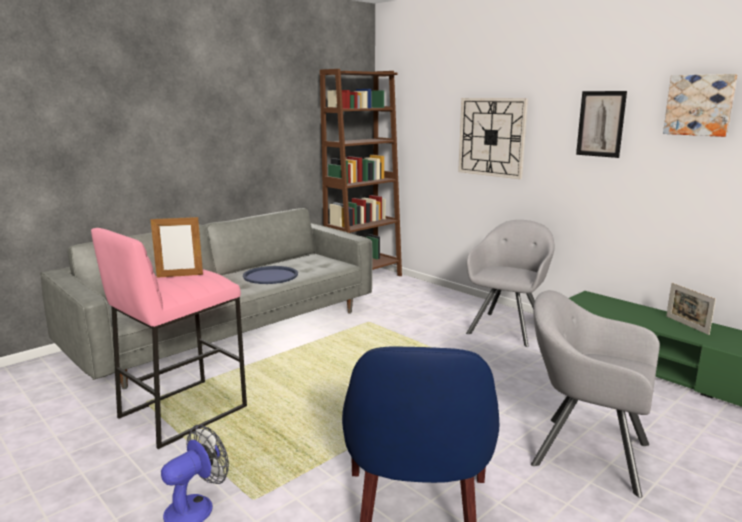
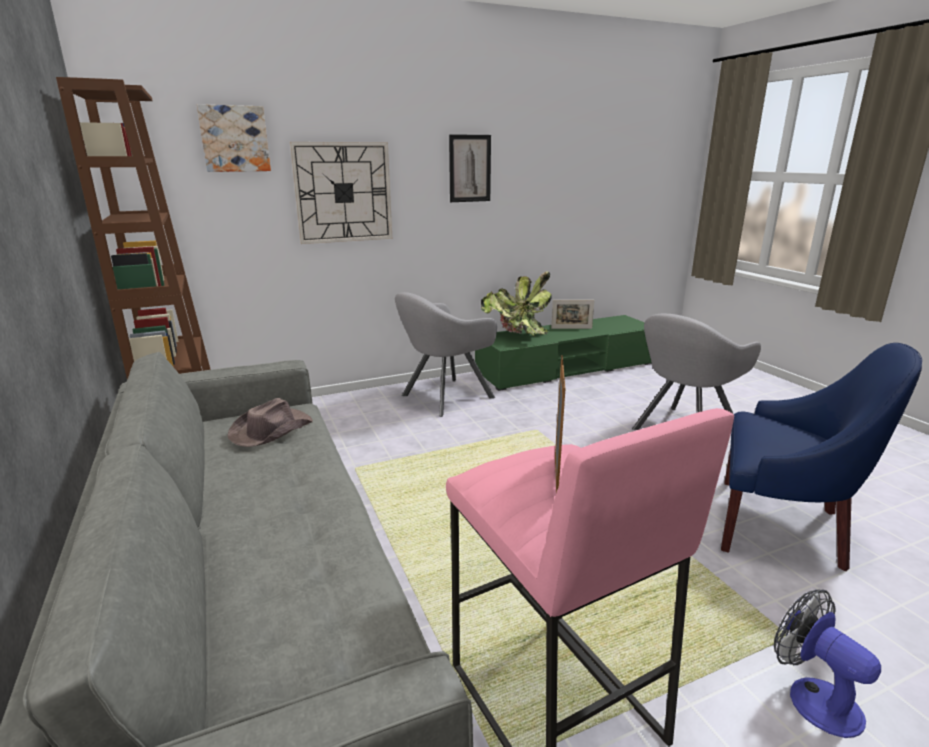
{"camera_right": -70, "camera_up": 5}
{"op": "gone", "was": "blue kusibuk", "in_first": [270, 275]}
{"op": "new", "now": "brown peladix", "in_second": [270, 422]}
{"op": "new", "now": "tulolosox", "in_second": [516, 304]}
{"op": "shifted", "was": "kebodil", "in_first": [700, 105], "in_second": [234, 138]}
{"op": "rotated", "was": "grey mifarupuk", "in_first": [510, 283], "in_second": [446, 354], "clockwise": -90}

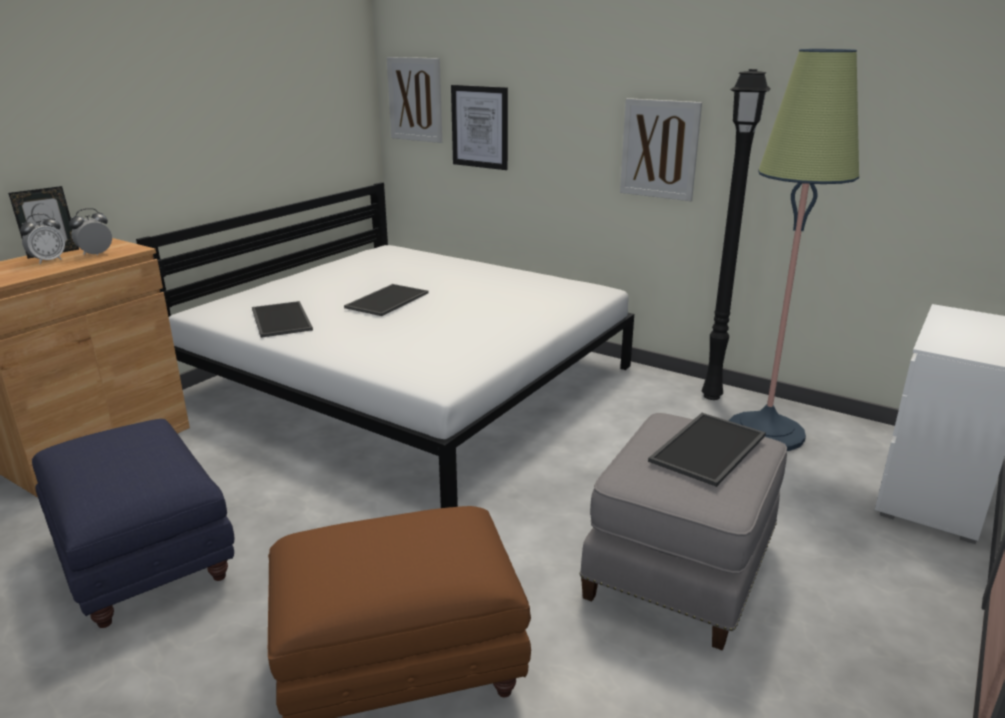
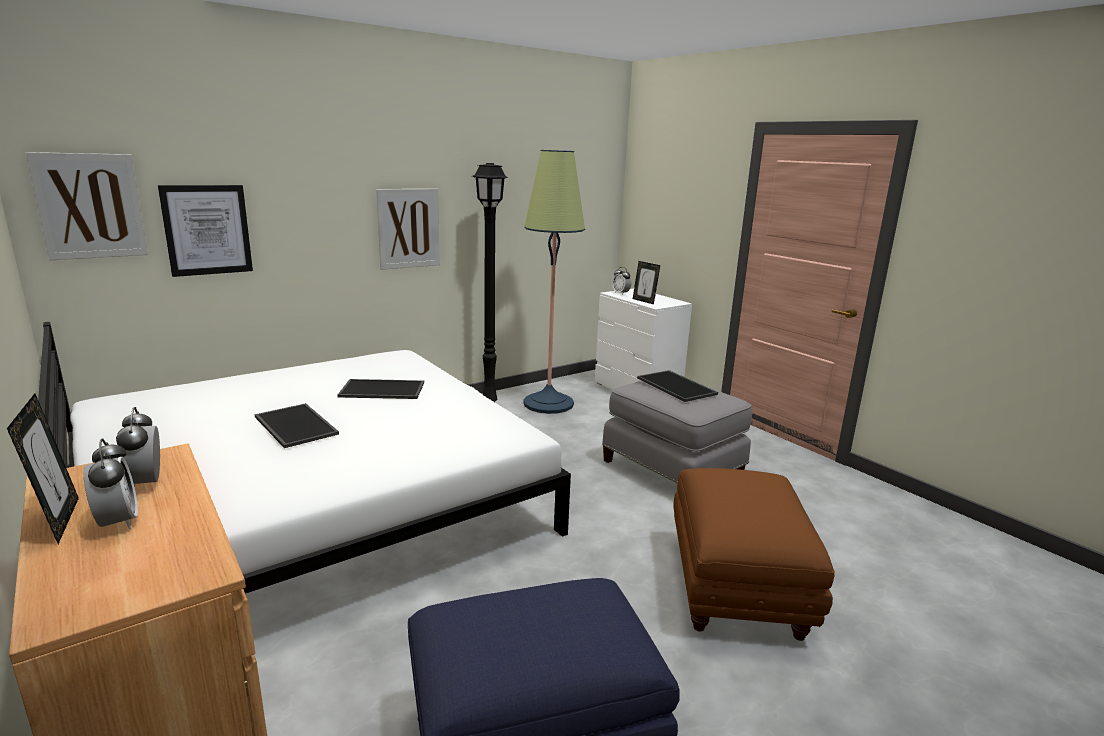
{"camera_right": -70, "camera_up": -5}
{"op": "new", "now": "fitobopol", "in_second": [622, 281]}
{"op": "new", "now": "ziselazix", "in_second": [646, 282]}
{"op": "shifted", "was": "kusibuk", "in_first": [282, 319], "in_second": [380, 389]}

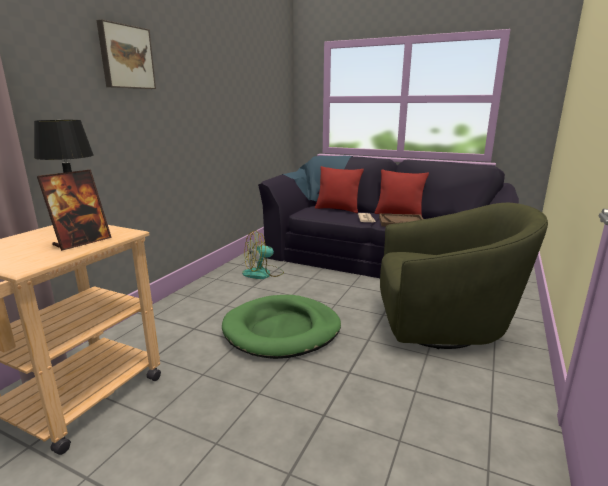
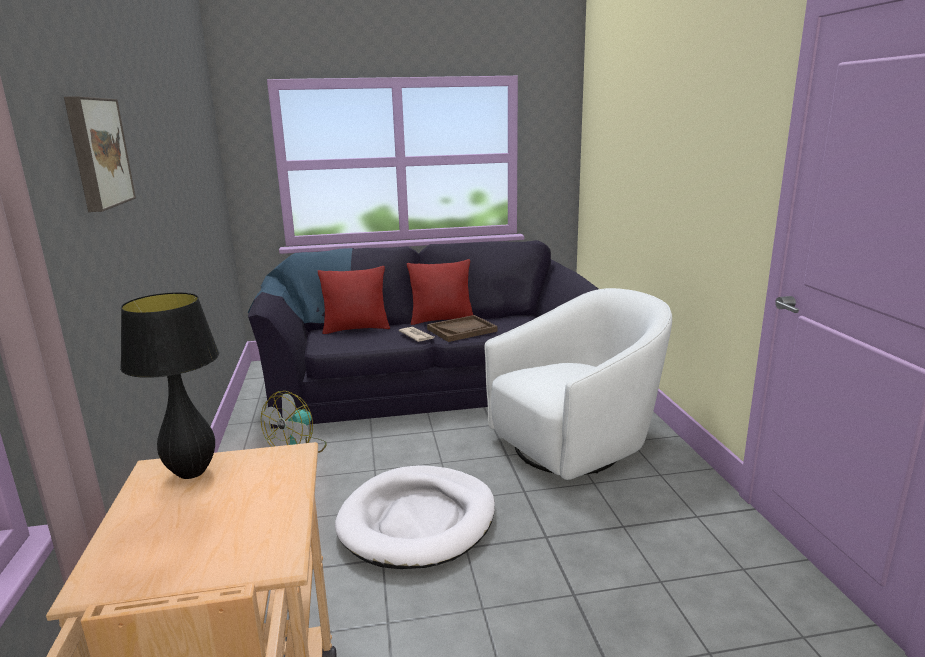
{"camera_right": -35, "camera_up": 0}
{"op": "gone", "was": "ziselazix", "in_first": [74, 210]}
{"op": "repainted", "was": "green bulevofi", "now": "white bulevofi", "in_first": [281, 327], "in_second": [415, 517]}
{"op": "repainted", "was": "green mifarupuk", "now": "white mifarupuk", "in_first": [464, 276], "in_second": [578, 384]}

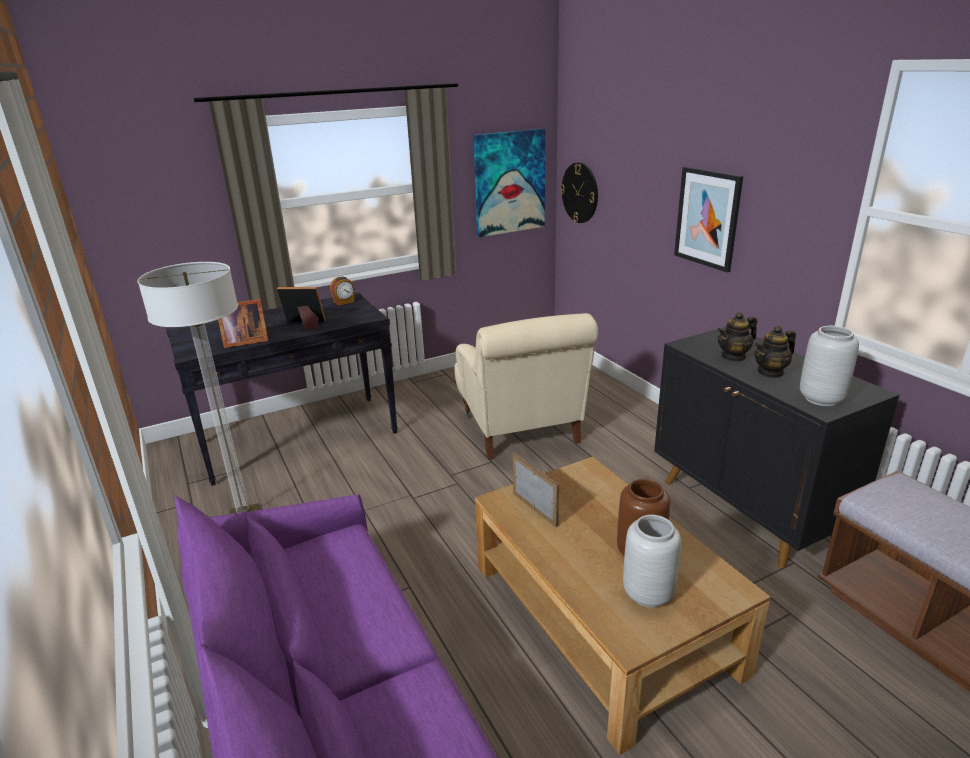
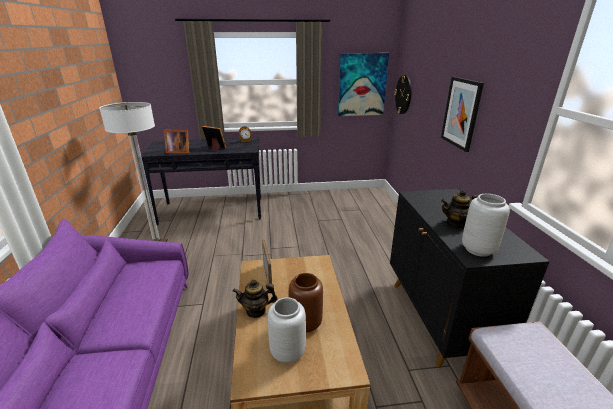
{"camera_right": 20, "camera_up": 0}
{"op": "gone", "was": "beige mifarupuk", "in_first": [526, 386]}
{"op": "shifted", "was": "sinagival", "in_first": [737, 337], "in_second": [255, 298]}

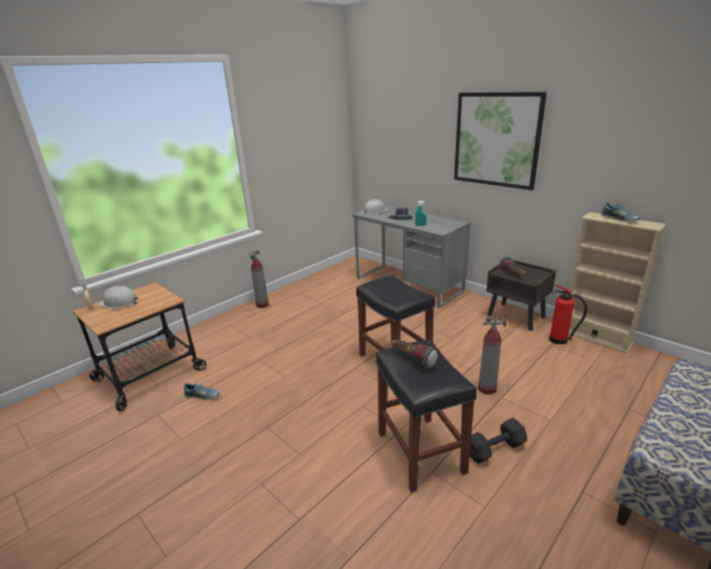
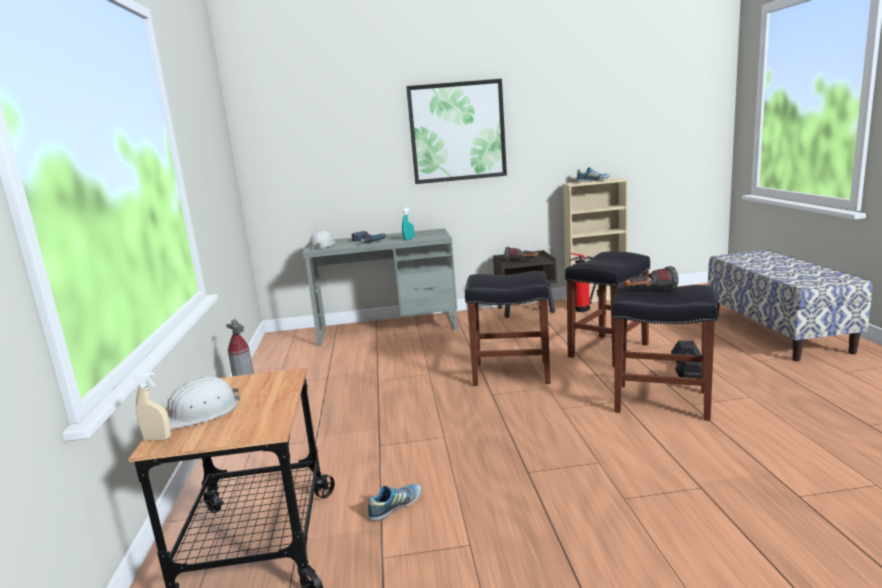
{"camera_right": -50, "camera_up": -10}
{"op": "swapped", "was": "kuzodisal", "now": "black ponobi", "in_first": [492, 355], "in_second": [608, 309]}

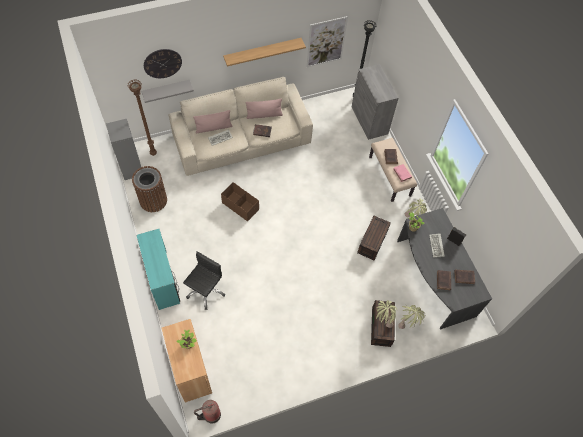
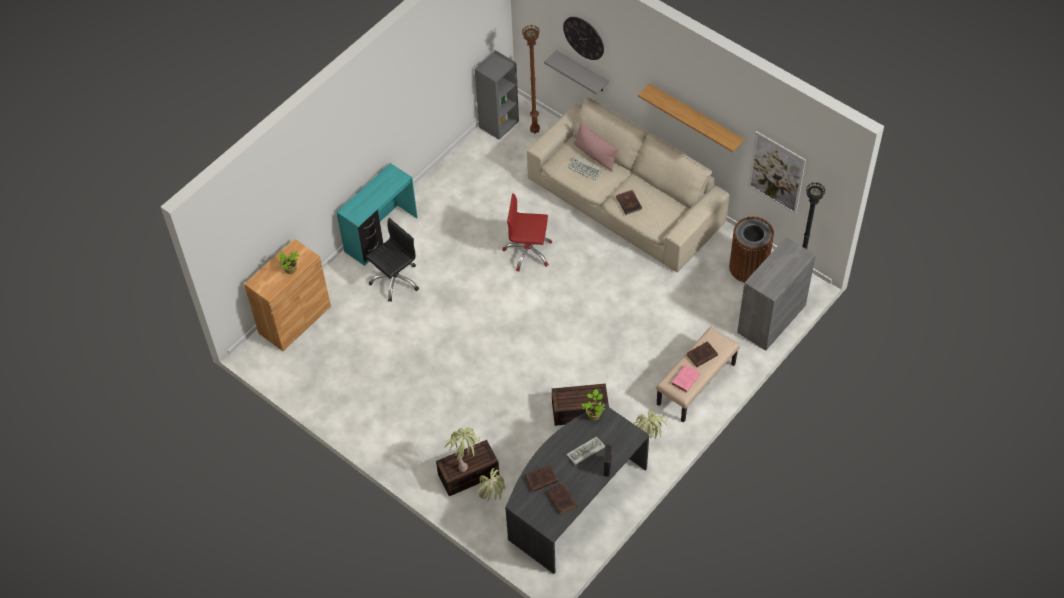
{"camera_right": 65, "camera_up": -5}
{"op": "gone", "was": "kuzodisal", "in_first": [207, 412]}
{"op": "gone", "was": "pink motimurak", "in_first": [264, 108]}
{"op": "shifted", "was": "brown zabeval", "in_first": [149, 189], "in_second": [751, 249]}
{"op": "swapped", "was": "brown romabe", "now": "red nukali", "in_first": [240, 202], "in_second": [527, 232]}
{"op": "rotated", "was": "black nukali", "in_first": [204, 280], "in_second": [392, 260], "clockwise": -45}

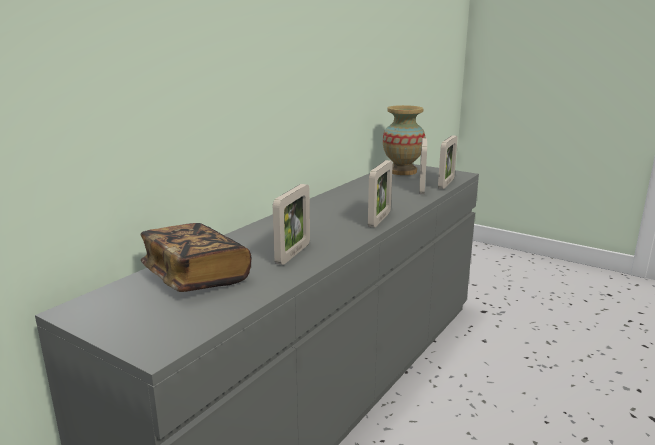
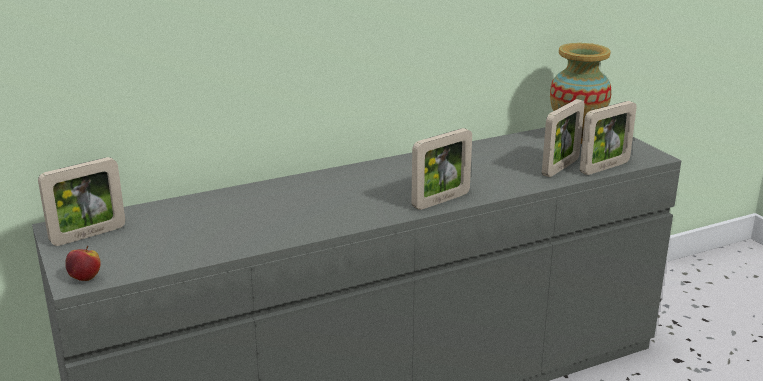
{"camera_right": 30, "camera_up": 5}
{"op": "gone", "was": "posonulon", "in_first": [196, 257]}
{"op": "new", "now": "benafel", "in_second": [83, 263]}
{"op": "shifted", "was": "ziselazix", "in_first": [291, 224], "in_second": [81, 201]}

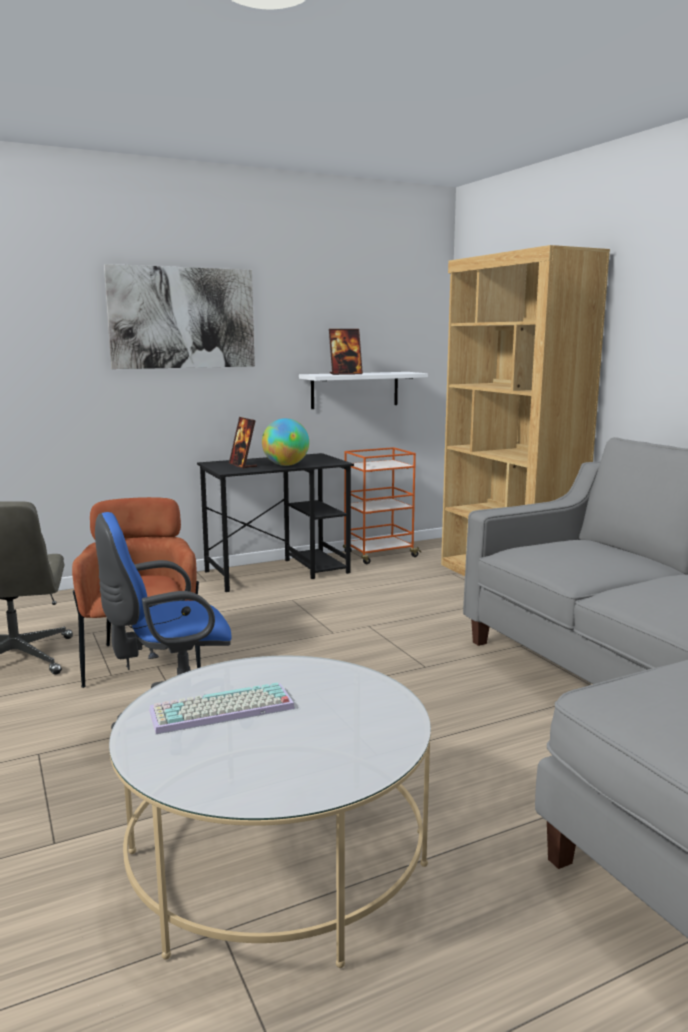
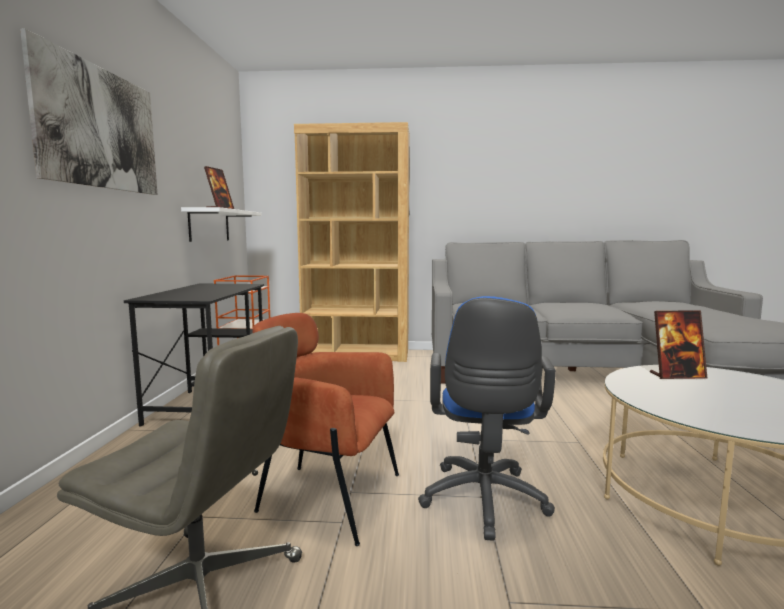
{"camera_right": -60, "camera_up": -5}
{"op": "gone", "was": "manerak", "in_first": [222, 708]}
{"op": "gone", "was": "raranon", "in_first": [285, 442]}
{"op": "shifted", "was": "ziselazix", "in_first": [243, 443], "in_second": [678, 344]}

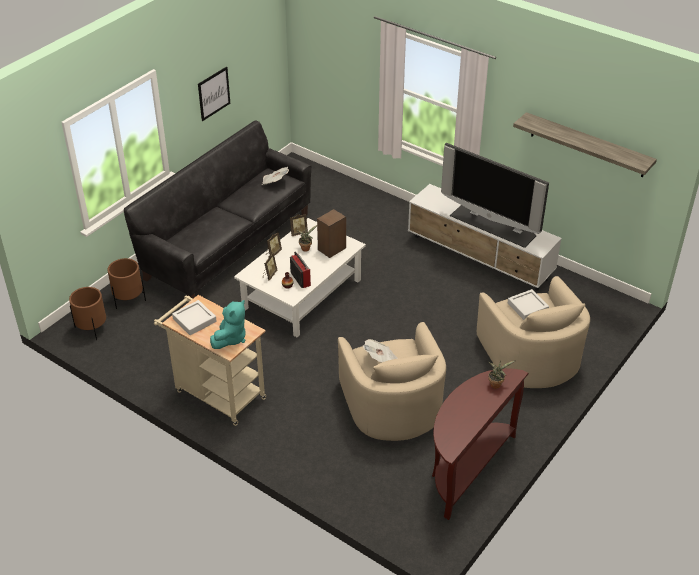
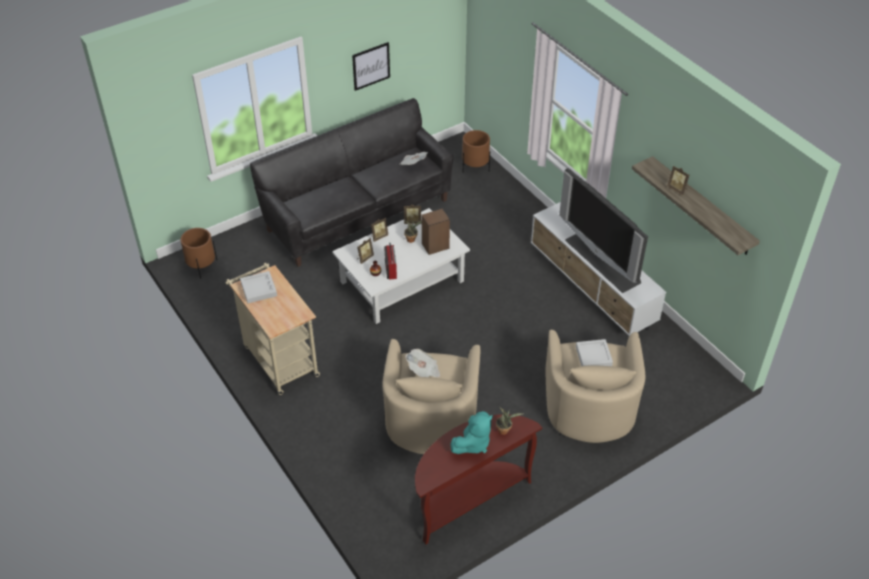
{"camera_right": 20, "camera_up": 5}
{"op": "new", "now": "ziselazix", "in_second": [678, 180]}
{"op": "shifted", "was": "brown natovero", "in_first": [127, 283], "in_second": [476, 150]}
{"op": "shifted", "was": "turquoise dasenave", "in_first": [228, 324], "in_second": [472, 432]}

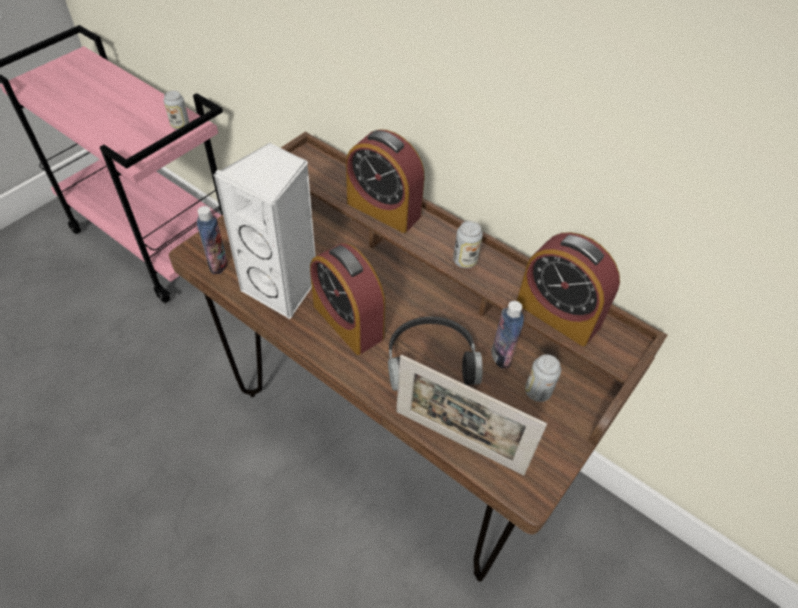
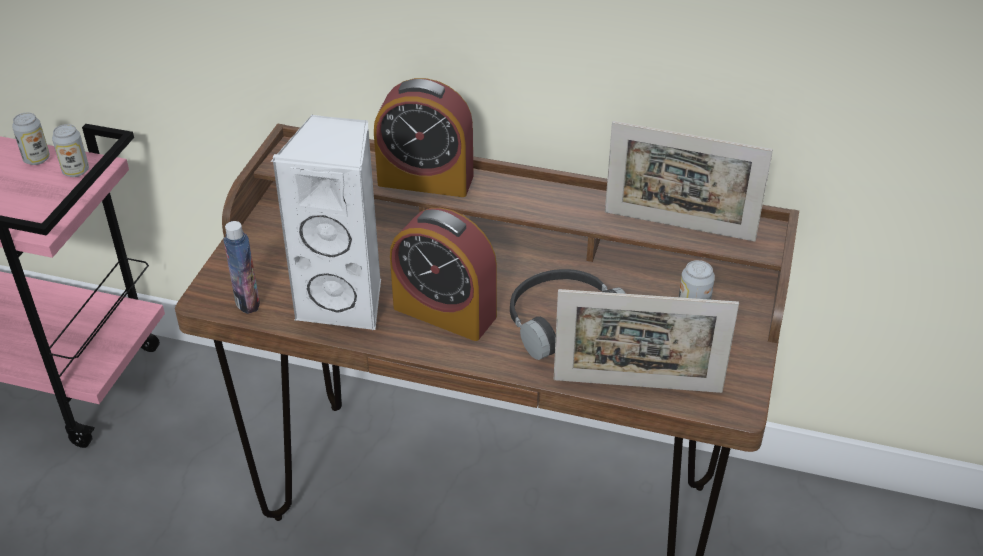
{"camera_right": -20, "camera_up": -10}
{"op": "gone", "was": "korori", "in_first": [508, 334]}
{"op": "shifted", "was": "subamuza", "in_first": [468, 244], "in_second": [31, 139]}
{"op": "swapped", "was": "fitobopol", "now": "ziselazix", "in_first": [568, 289], "in_second": [689, 181]}

